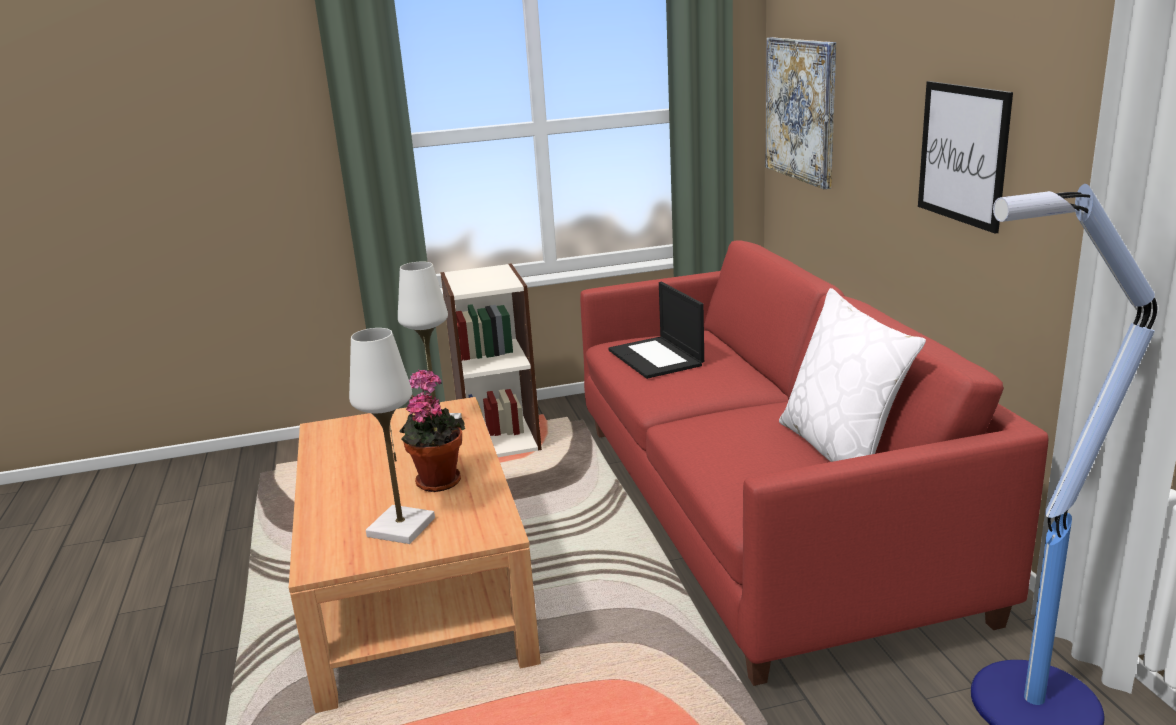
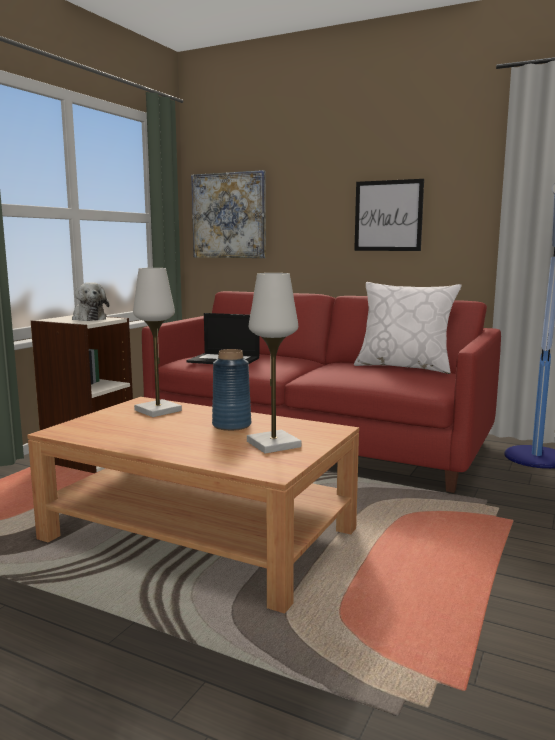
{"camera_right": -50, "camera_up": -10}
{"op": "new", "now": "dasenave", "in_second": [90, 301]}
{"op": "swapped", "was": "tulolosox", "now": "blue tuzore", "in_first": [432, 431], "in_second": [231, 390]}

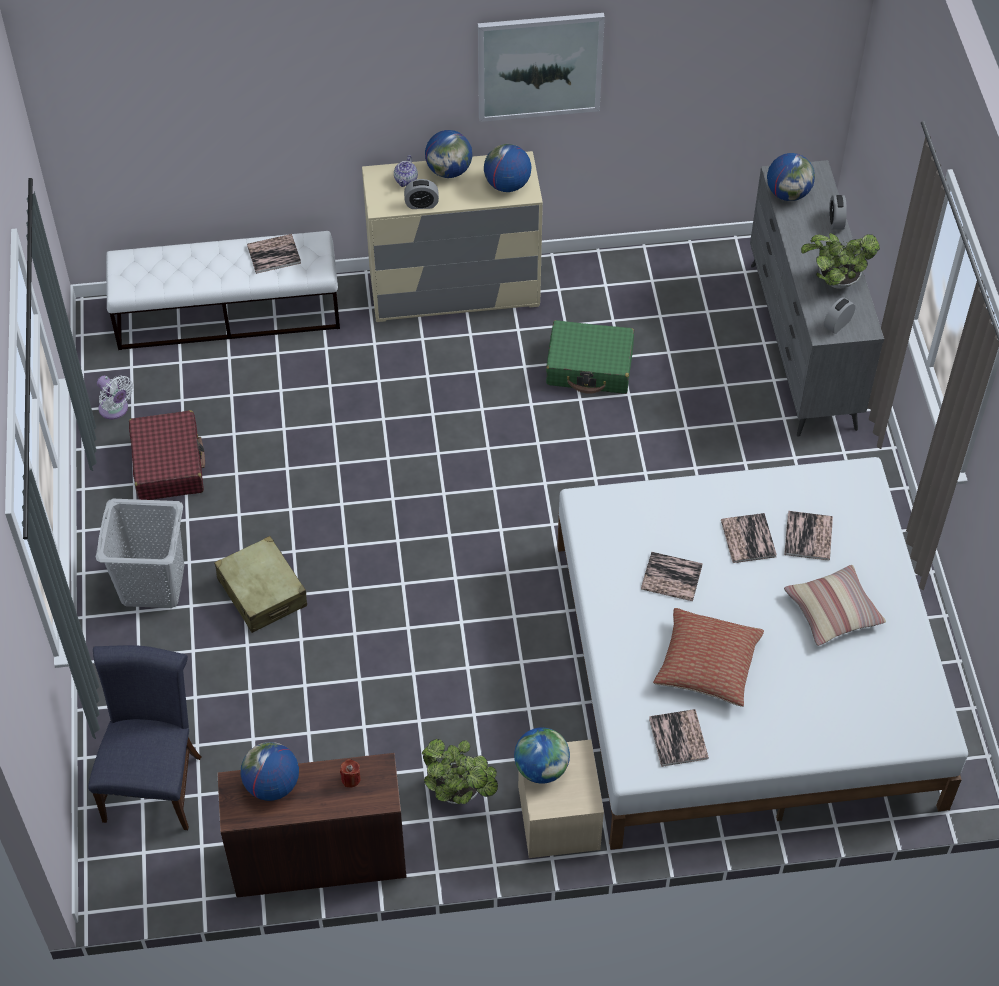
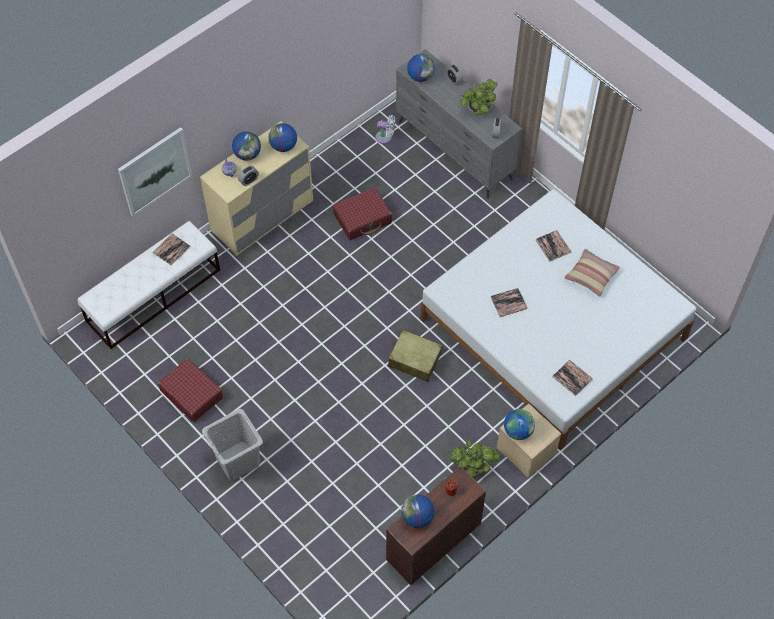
{"camera_right": -35, "camera_up": 5}
{"op": "gone", "was": "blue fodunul", "in_first": [145, 737]}
{"op": "gone", "was": "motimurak", "in_first": [708, 657]}
{"op": "gone", "was": "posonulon", "in_first": [749, 538]}
{"op": "shifted", "was": "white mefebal", "in_first": [115, 397], "in_second": [385, 129]}
{"op": "shifted", "was": "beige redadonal", "in_first": [261, 584], "in_second": [415, 356]}
{"op": "shifted", "was": "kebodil", "in_first": [541, 67], "in_second": [155, 172]}
{"op": "repainted", "was": "green redadonal", "now": "red redadonal", "in_first": [590, 357], "in_second": [362, 213]}

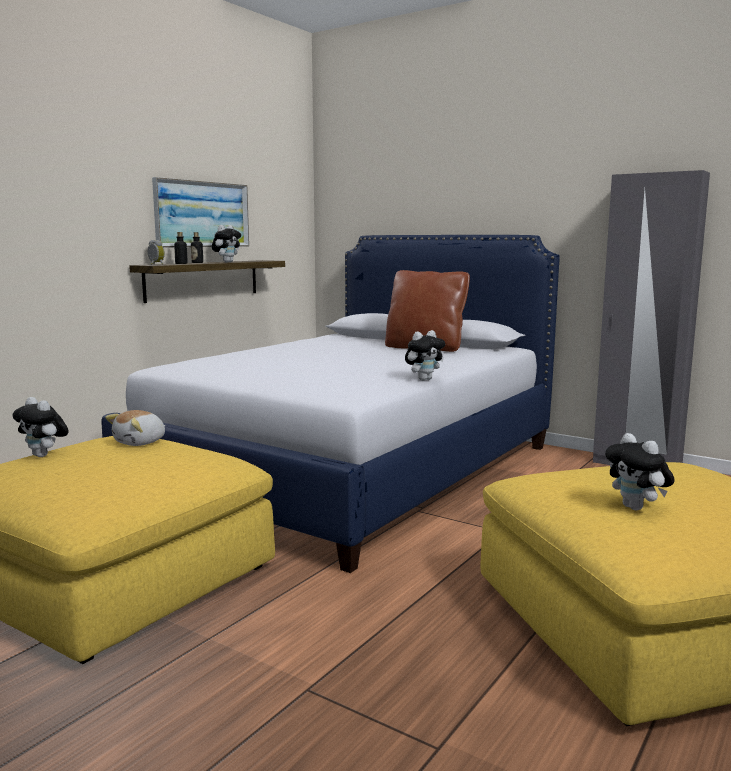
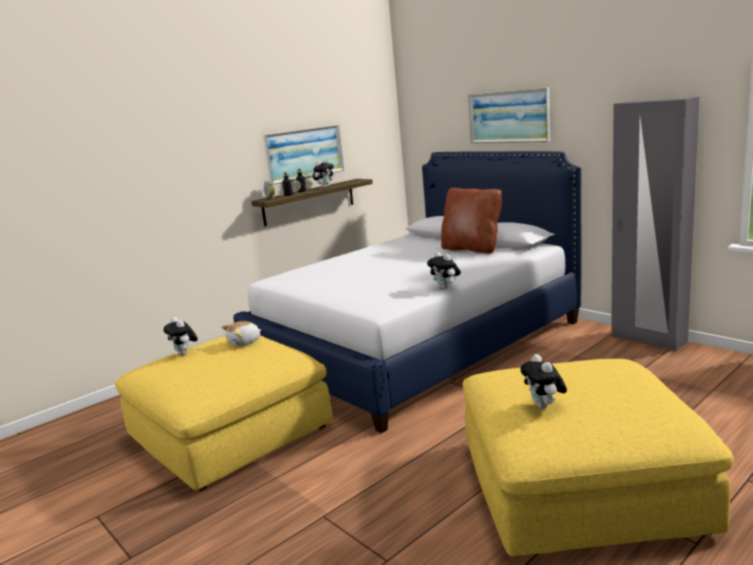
{"camera_right": 15, "camera_up": 5}
{"op": "new", "now": "kebodil", "in_second": [509, 115]}
{"op": "rotated", "was": "dasenave", "in_first": [425, 355], "in_second": [444, 270], "clockwise": 75}

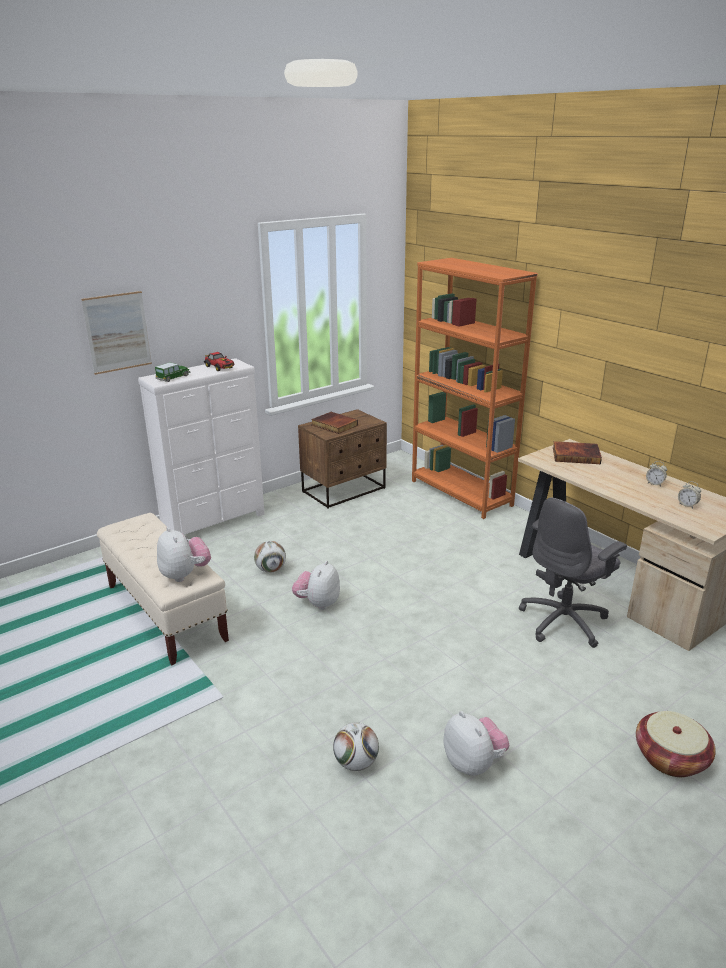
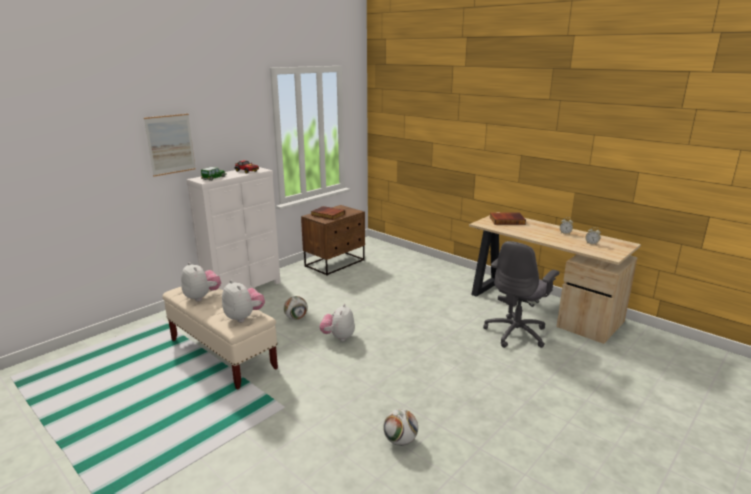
{"camera_right": -10, "camera_up": -5}
{"op": "gone", "was": "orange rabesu", "in_first": [475, 388]}
{"op": "gone", "was": "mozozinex", "in_first": [676, 744]}
{"op": "shifted", "was": "dasenave", "in_first": [476, 743], "in_second": [201, 282]}

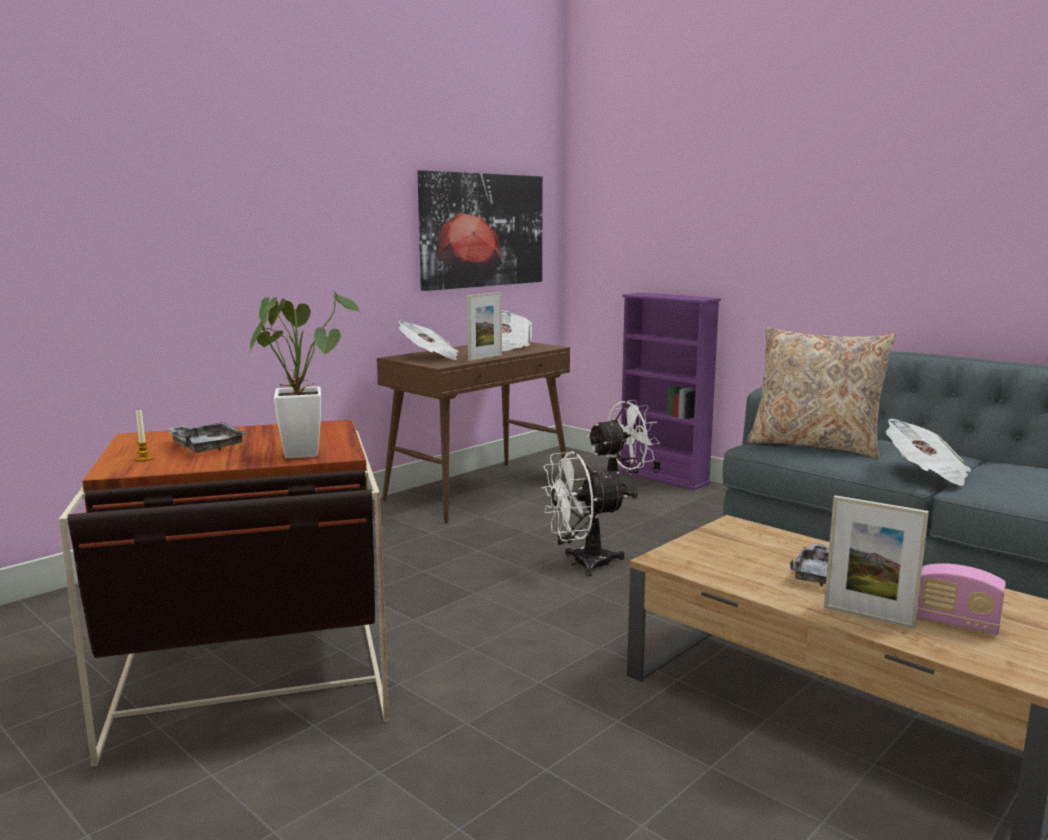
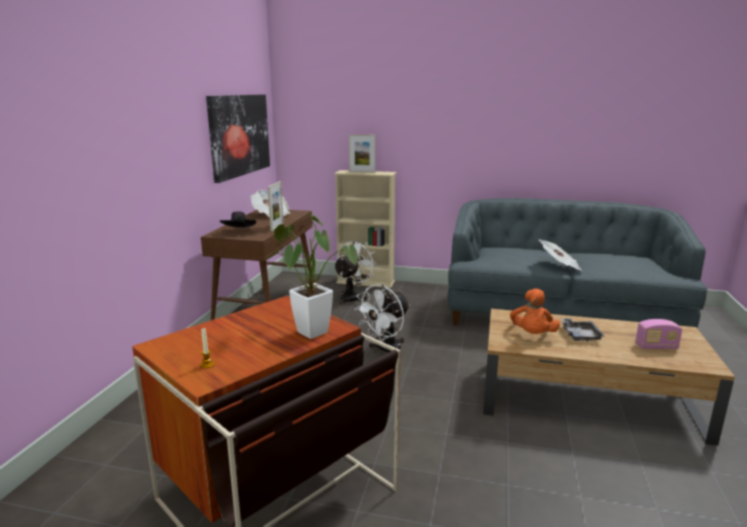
{"camera_right": -30, "camera_up": 5}
{"op": "gone", "was": "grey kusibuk", "in_first": [207, 437]}
{"op": "gone", "was": "beige motimurak", "in_first": [821, 392]}
{"op": "new", "now": "orange dasenave", "in_second": [535, 311]}
{"op": "shifted", "was": "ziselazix", "in_first": [876, 562], "in_second": [362, 153]}
{"op": "swapped", "was": "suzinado", "now": "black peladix", "in_first": [428, 340], "in_second": [238, 219]}
{"op": "repainted", "was": "purple rabesu", "now": "beige rabesu", "in_first": [669, 391], "in_second": [365, 229]}

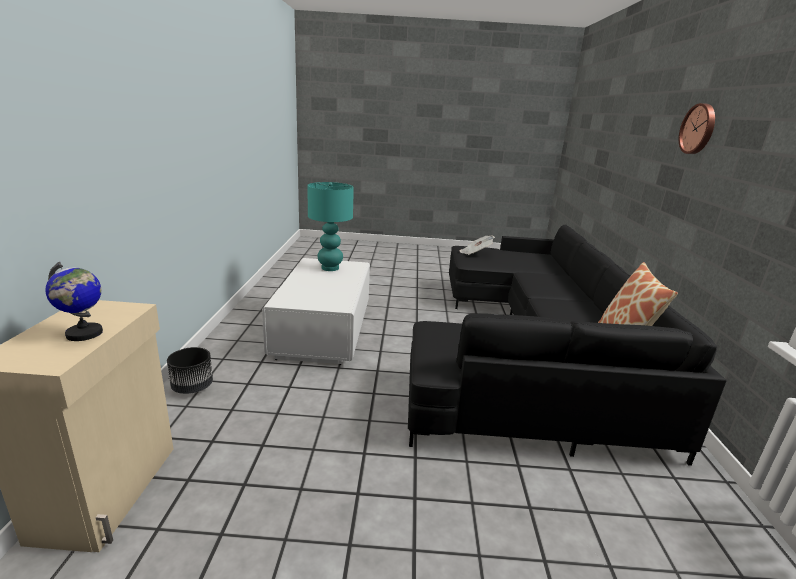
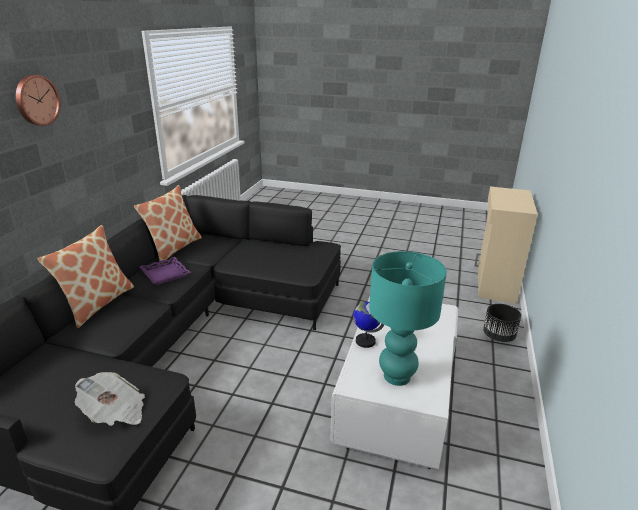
{"camera_right": -165, "camera_up": 5}
{"op": "new", "now": "motimurak", "in_second": [85, 276]}
{"op": "new", "now": "purple kusibuk", "in_second": [165, 271]}
{"op": "shifted", "was": "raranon", "in_first": [74, 301], "in_second": [368, 325]}

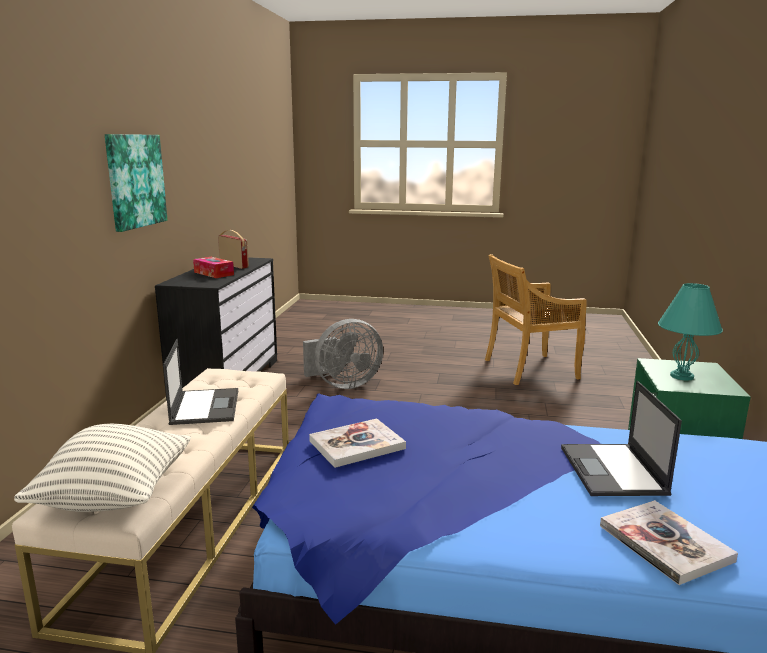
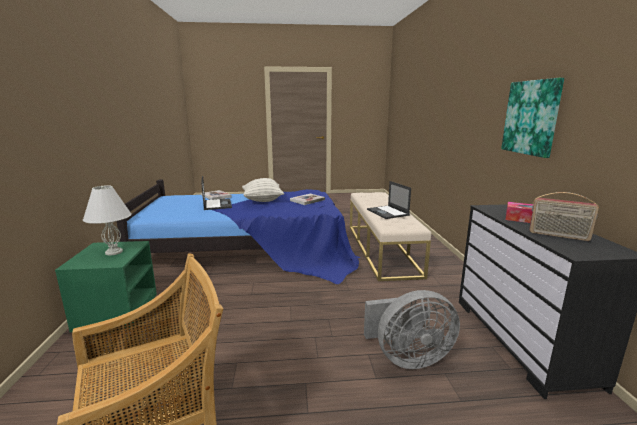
{"camera_right": 165, "camera_up": 0}
{"op": "shifted", "was": "motimurak", "in_first": [102, 468], "in_second": [263, 190]}
{"op": "repainted", "was": "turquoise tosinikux", "now": "white tosinikux", "in_first": [690, 331], "in_second": [107, 220]}
{"op": "rotated", "was": "grey mefebal", "in_first": [343, 354], "in_second": [412, 329], "clockwise": -150}

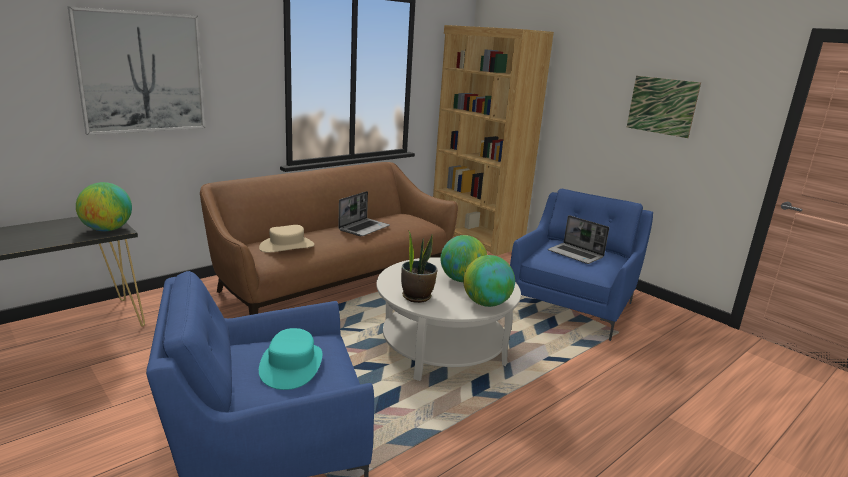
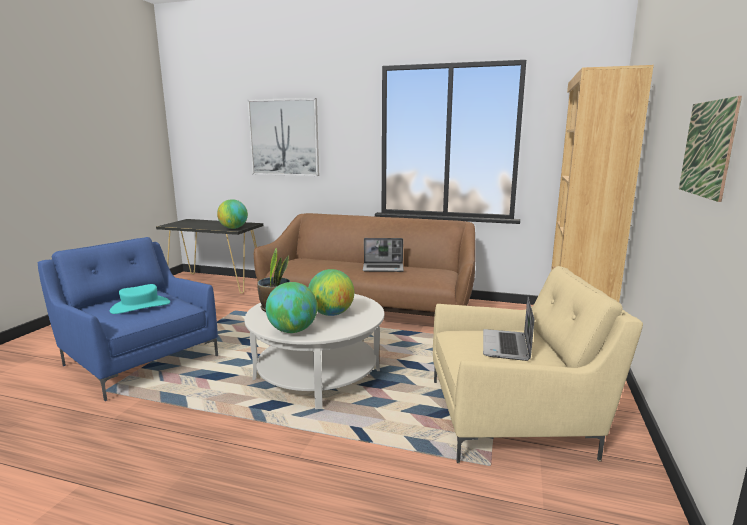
{"camera_right": 60, "camera_up": -5}
{"op": "gone", "was": "beige peladix", "in_first": [286, 239]}
{"op": "repainted", "was": "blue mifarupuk", "now": "beige mifarupuk", "in_first": [581, 265], "in_second": [538, 364]}

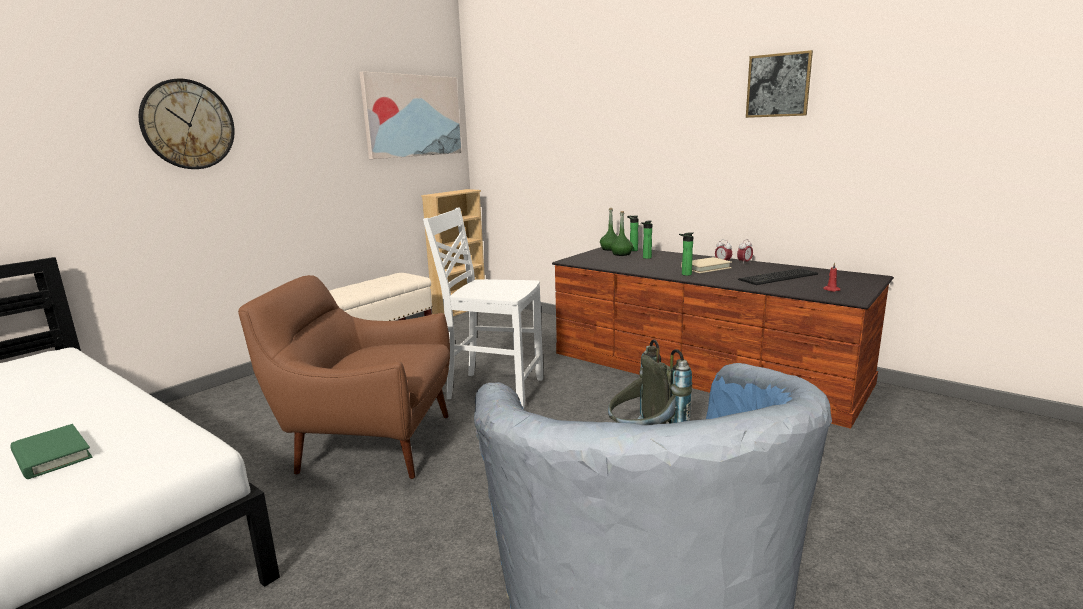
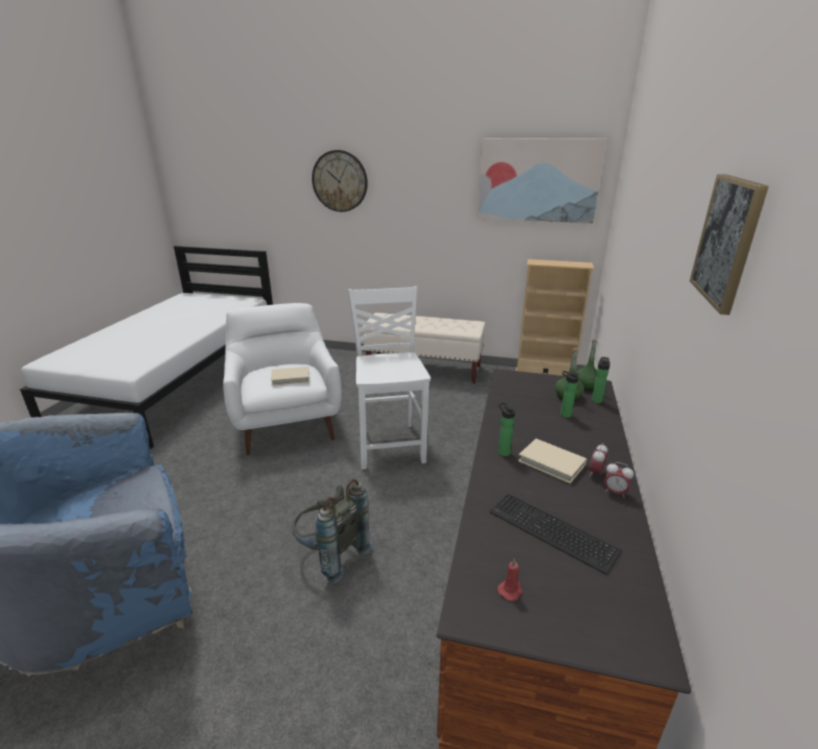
{"camera_right": 65, "camera_up": 10}
{"op": "gone", "was": "green posonulon", "in_first": [51, 451]}
{"op": "new", "now": "beige posonulon", "in_second": [290, 376]}
{"op": "repainted", "was": "brown mifarupuk", "now": "white mifarupuk", "in_first": [344, 377], "in_second": [282, 379]}

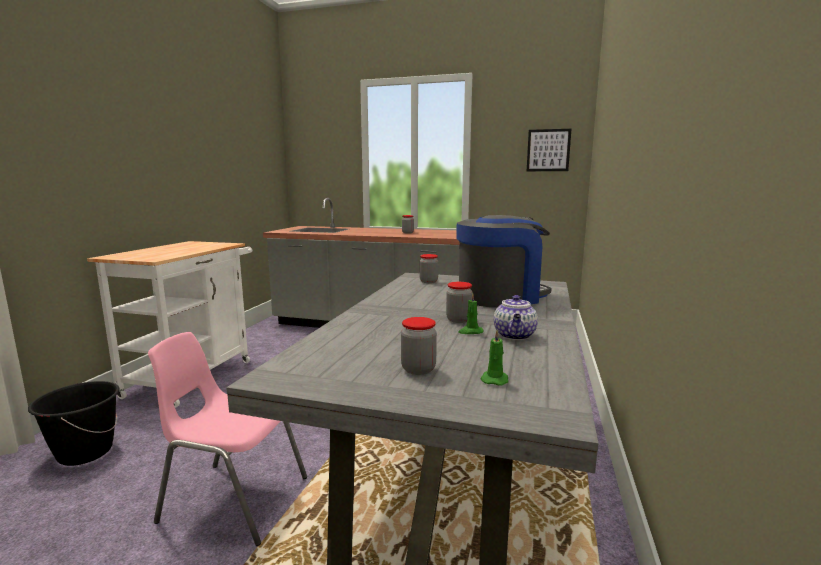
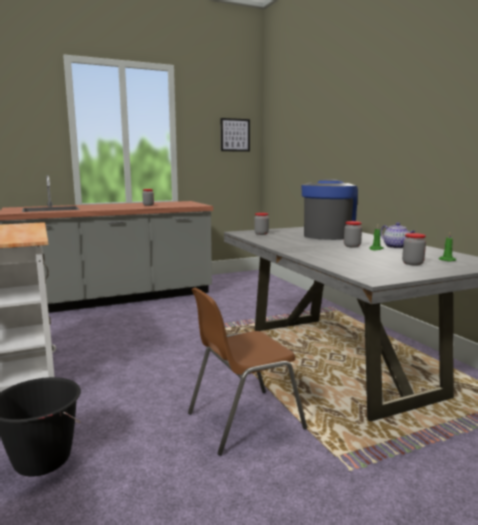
{"camera_right": -40, "camera_up": 0}
{"op": "repainted", "was": "pink fodunul", "now": "brown fodunul", "in_first": [227, 439], "in_second": [247, 372]}

